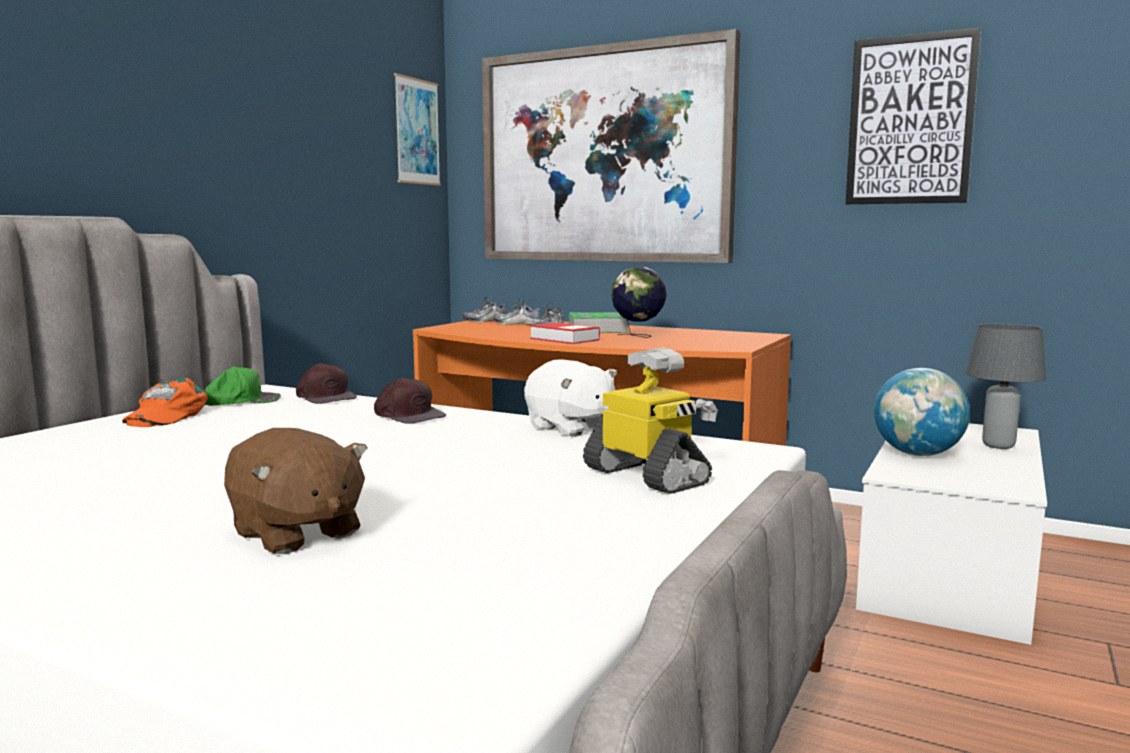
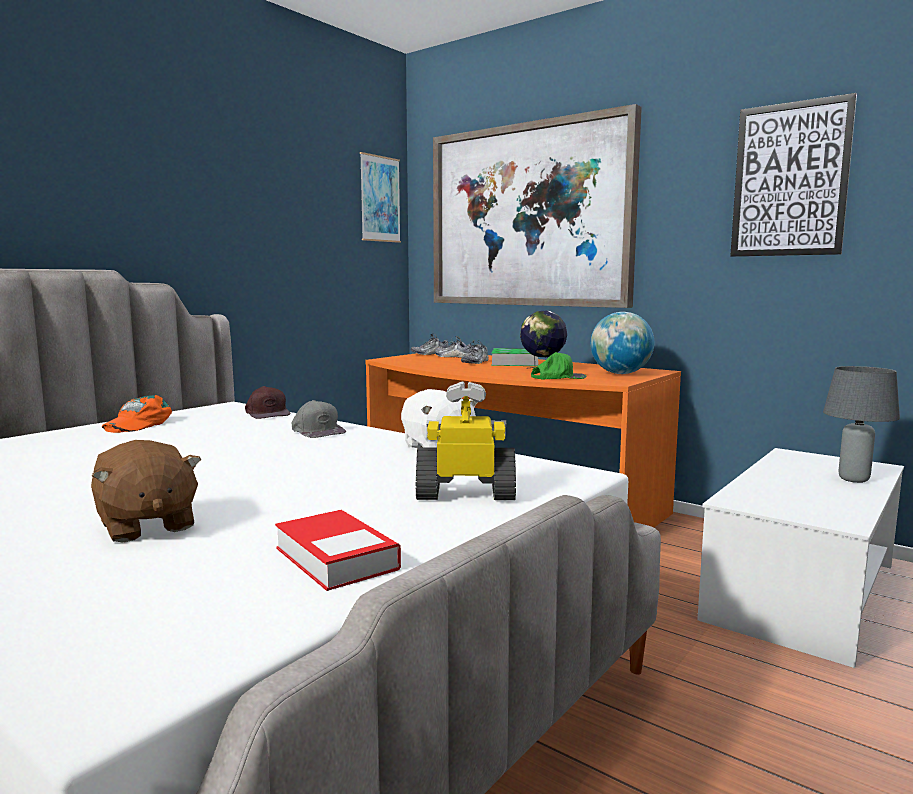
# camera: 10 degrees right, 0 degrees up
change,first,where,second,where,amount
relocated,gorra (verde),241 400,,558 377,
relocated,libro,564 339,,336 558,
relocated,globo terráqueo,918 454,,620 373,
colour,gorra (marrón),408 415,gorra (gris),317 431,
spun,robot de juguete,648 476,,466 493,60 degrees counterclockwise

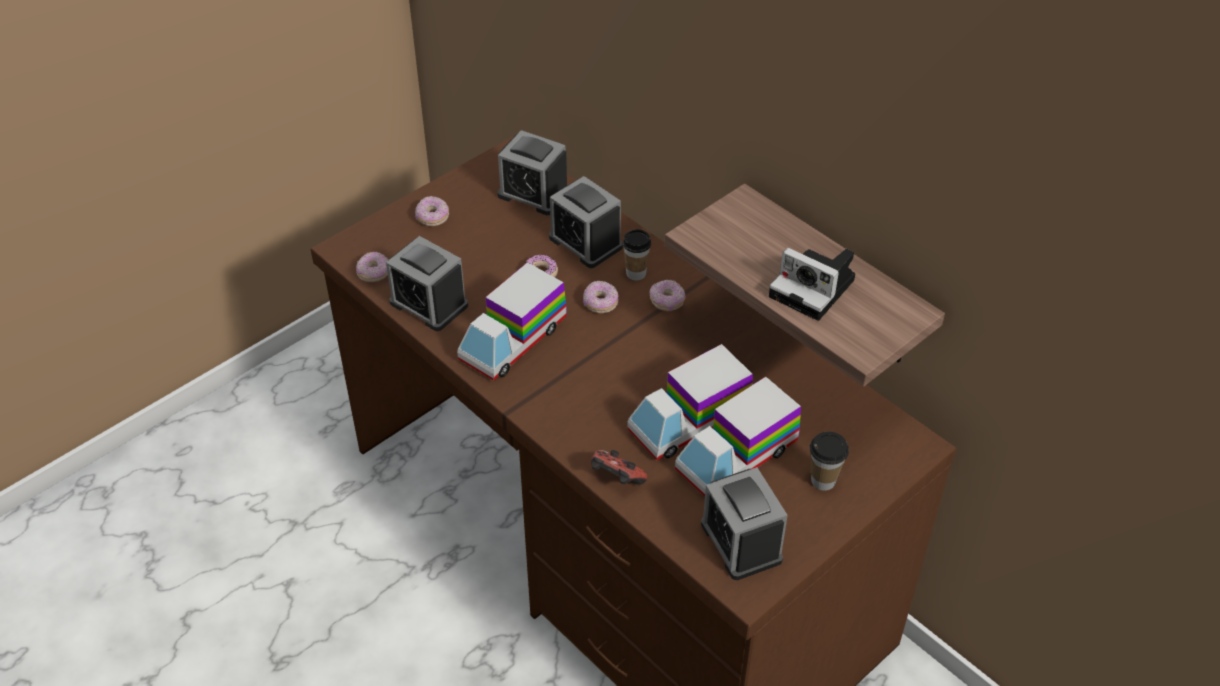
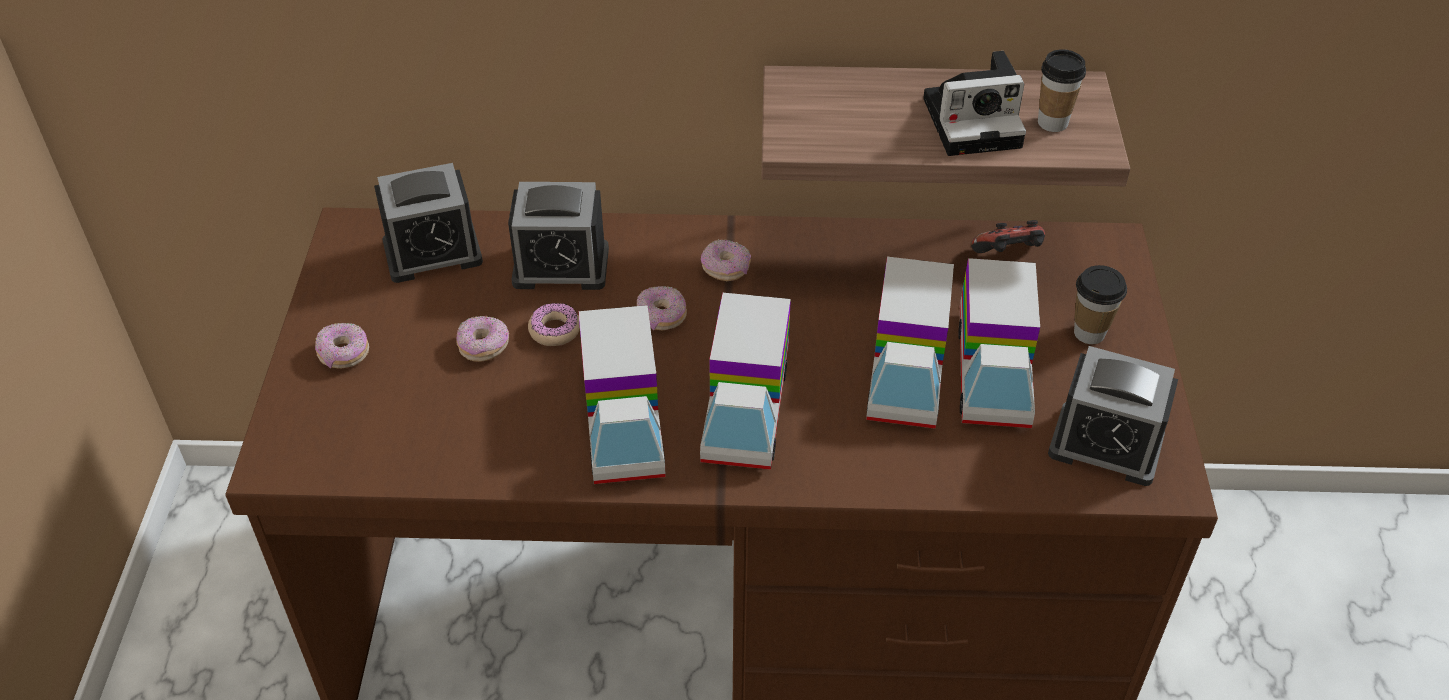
# camera: 45 degrees left, 0 degrees up
change,first,where,second,where,amount
missing,despertador,429 304,,,
appeared,,,camión de juguete,746 407,
relocated,rosquilla,374 273,,484 347,
relocated,mando de consola,616 479,,1008 256,
relocated,taza,636 273,,1052 123,

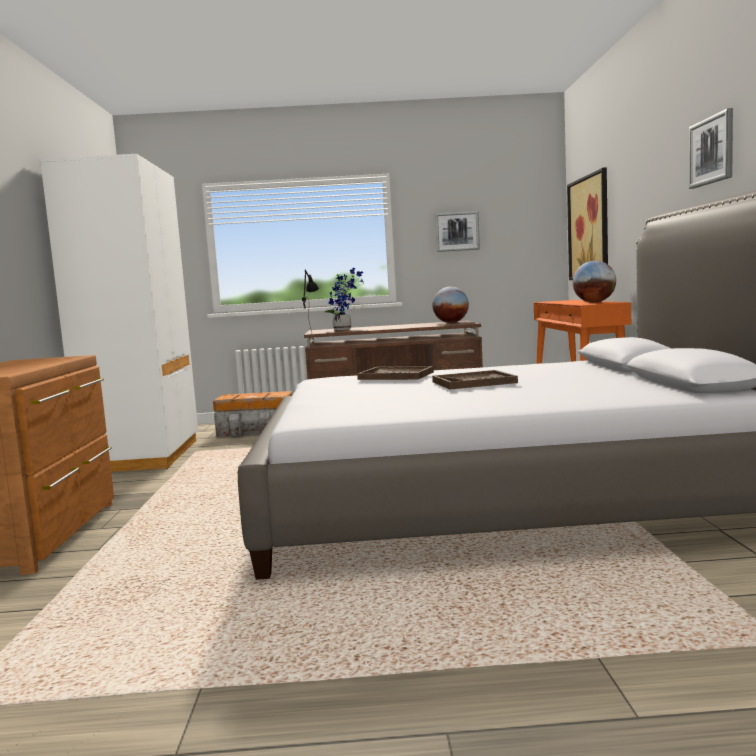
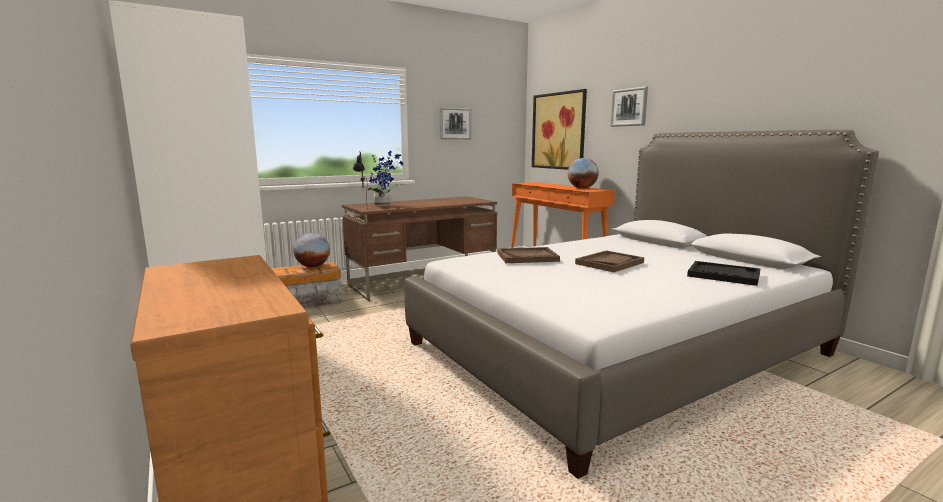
# camera: 30 degrees left, 5 degrees up
change,first,where,second,where,amount
appeared,,,bandeja (negro),723 275,
relocated,globo terráqueo,451 322,,313 266,
relocated,cuadro,712 150,,629 107,

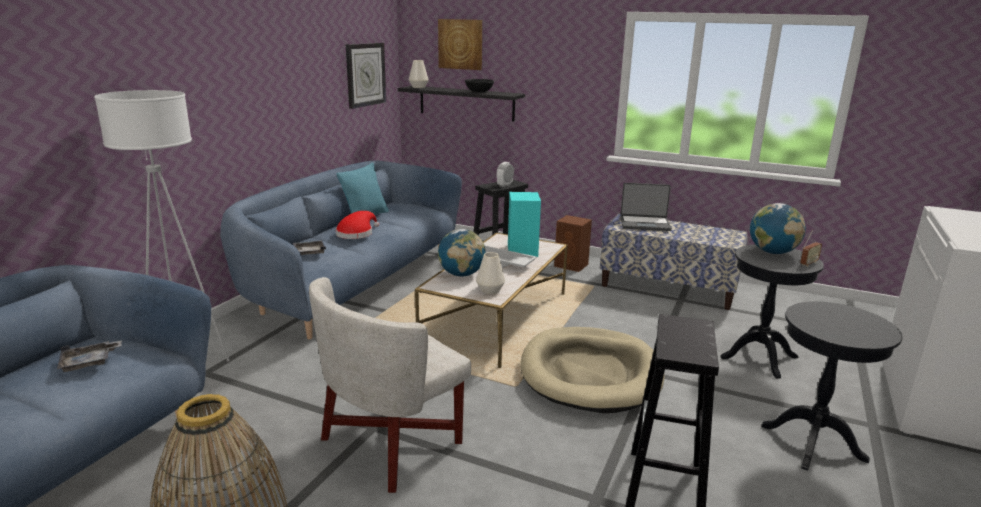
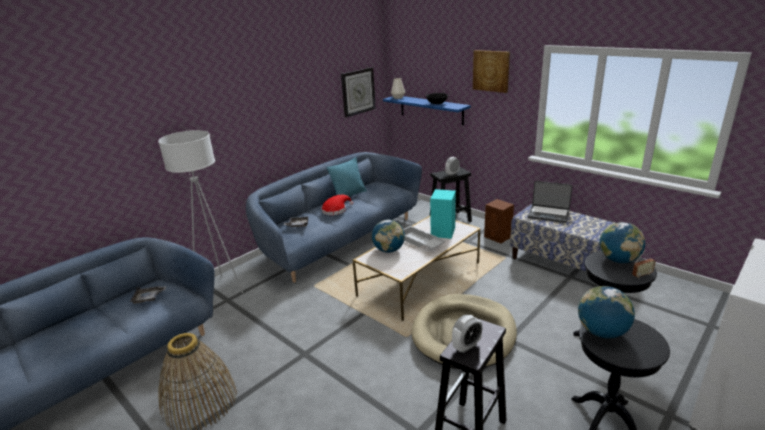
# camera: 20 degrees right, 5 degrees up
change,first,where,second,where,amount
missing,sillón (blanco),391 442,,,
missing,florero (blanco),490 290,,,
appeared,,,despertador,466 346,
appeared,,,globo terráqueo,601 332,
relocated,cuadro,460 44,,491 71,
colour,estante (negro),466 103,estante (azul),431 109,

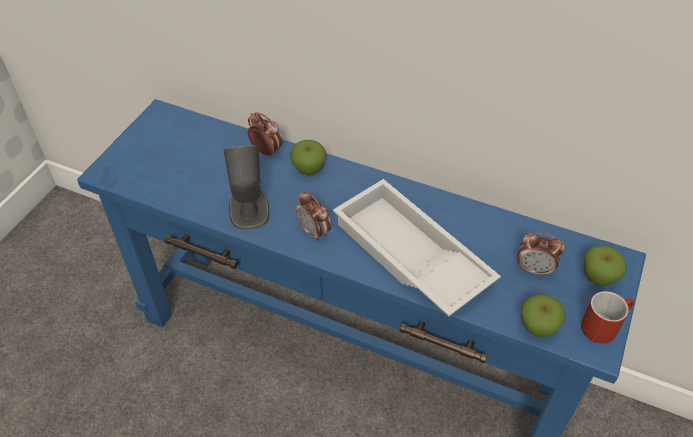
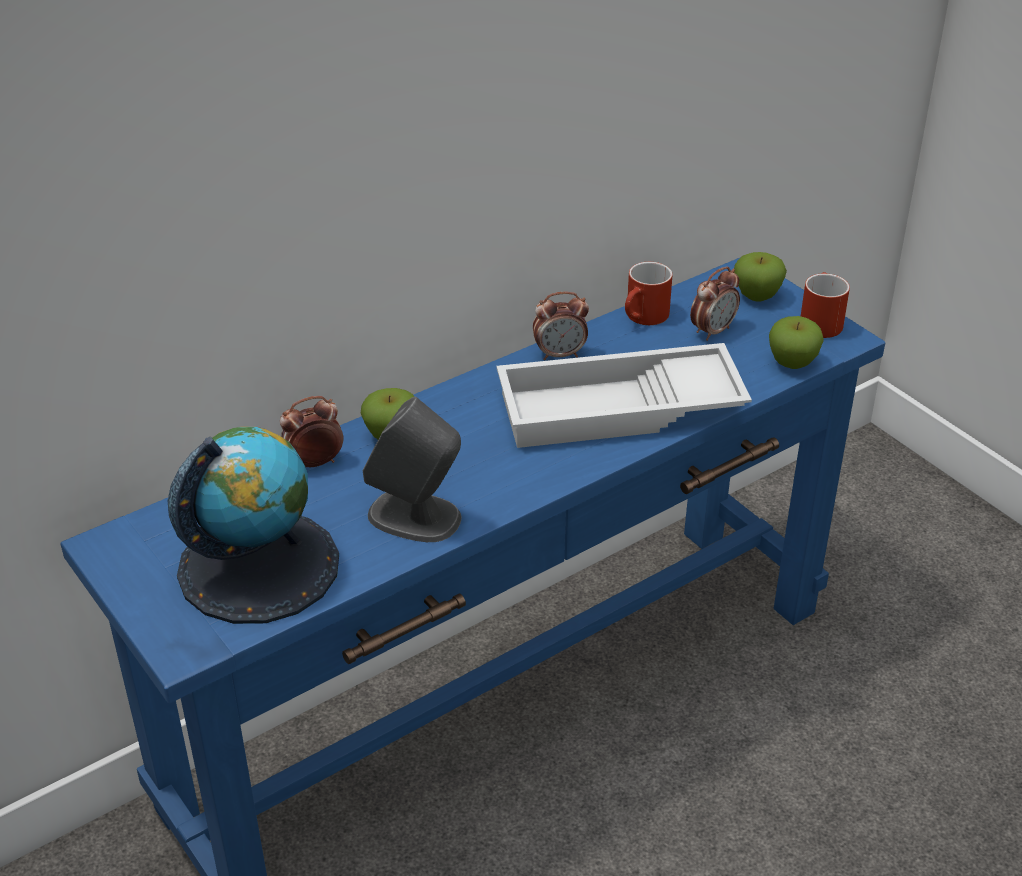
# camera: 60 degrees left, 10 degrees down
change,first,where,second,where,amount
appeared,,,globo terráqueo,258 566,
appeared,,,taza grande (rojo),644 318,
relocated,despertador,314 232,,560 354,

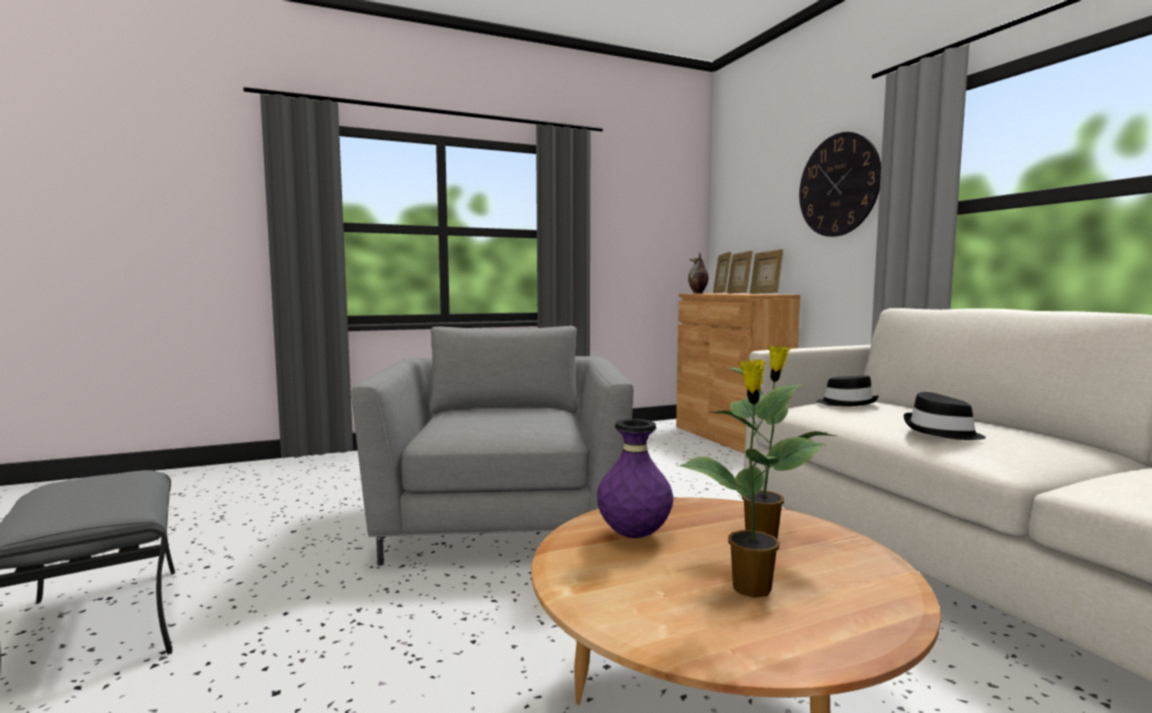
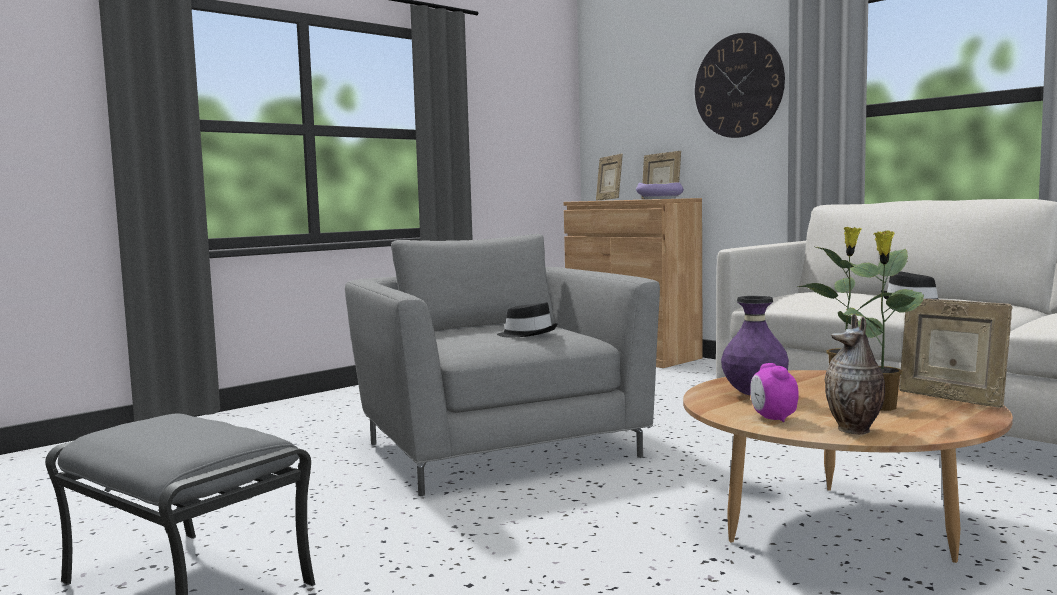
# camera: 20 degrees left, 0 degrees up
change,first,where,second,where,amount
appeared,,,cuenco (morado),659 198,
appeared,,,despertador,773 418,
relocated,florero,698 293,,855 430,
relocated,portarretratos,738 293,,950 399,
relocated,sombrero (negro),847 403,,528 334,

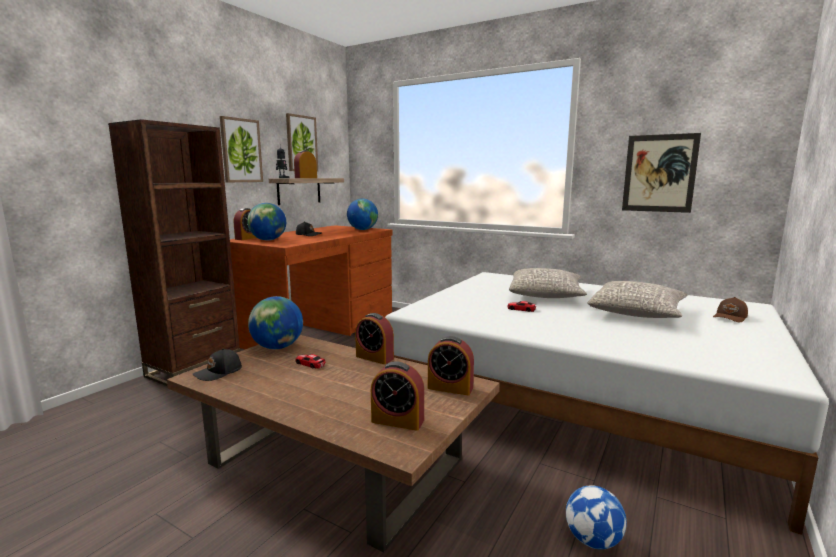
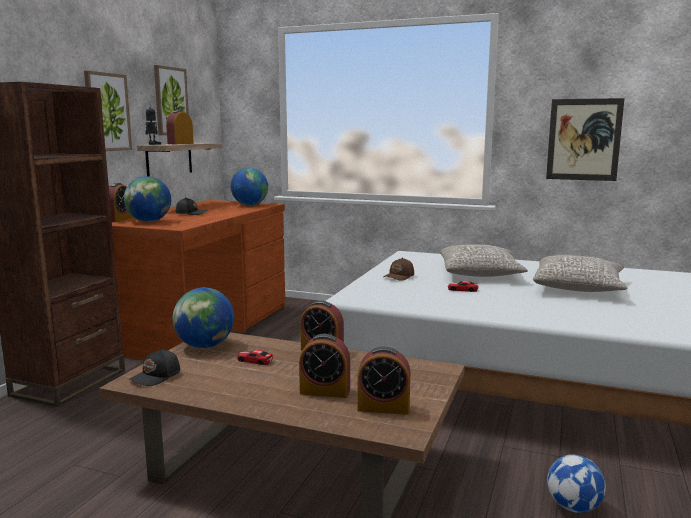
# camera: 10 degrees left, 0 degrees up
change,first,where,second,where,amount
relocated,despertador,450 388,,325 391,
relocated,gorra (marrón),730 317,,399 277,

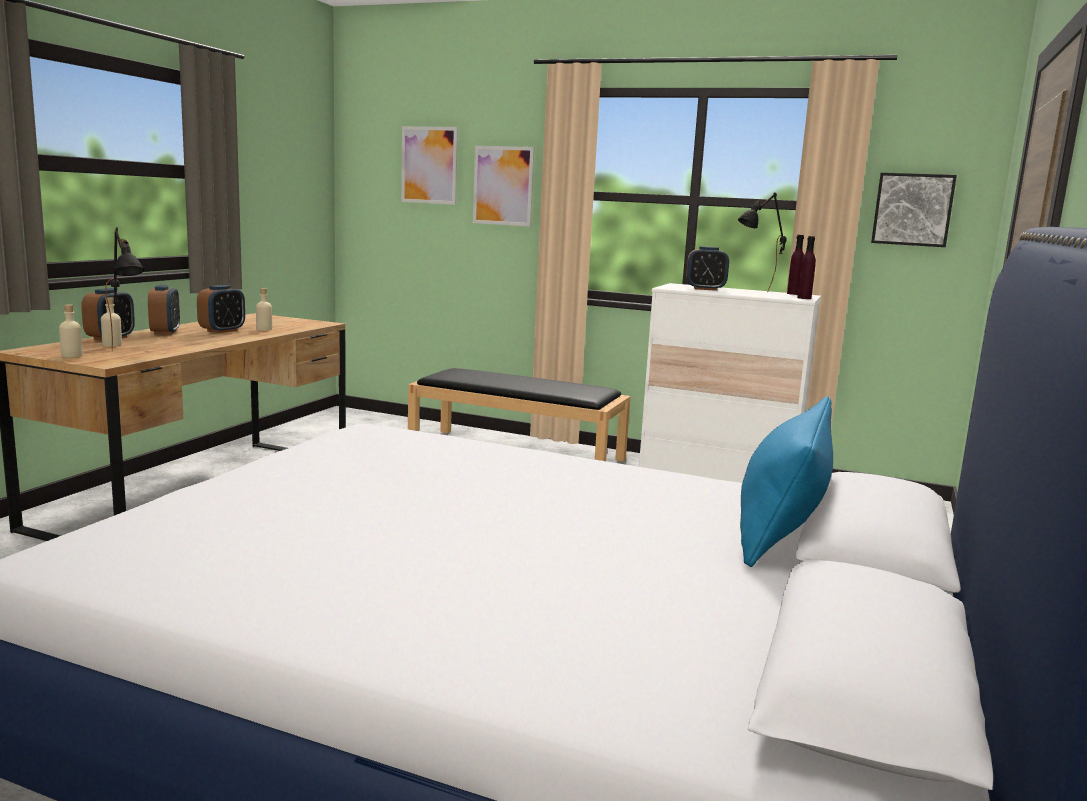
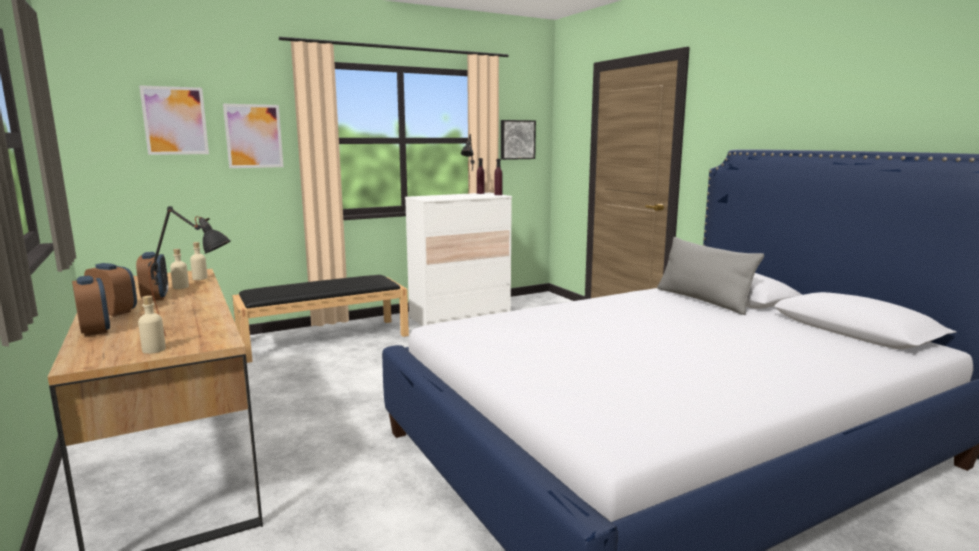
# camera: 50 degrees left, 0 degrees up
change,first,where,second,where,amount
missing,despertador,705 289,,,
relocated,botella (beis),112 345,,200 278,
colour,cojín (azul),781 528,cojín (gris),702 300,

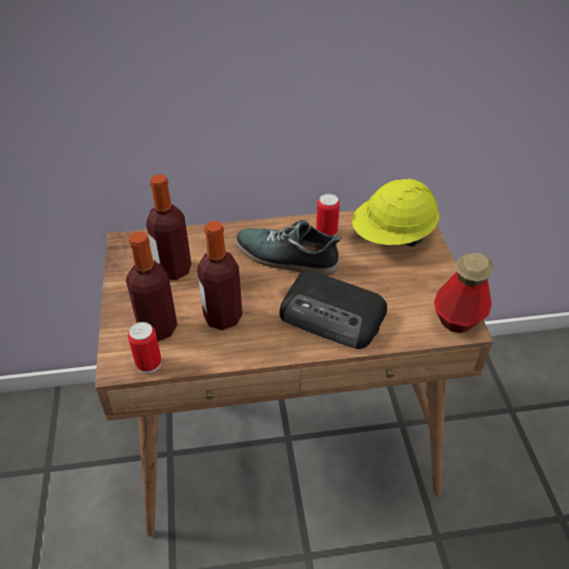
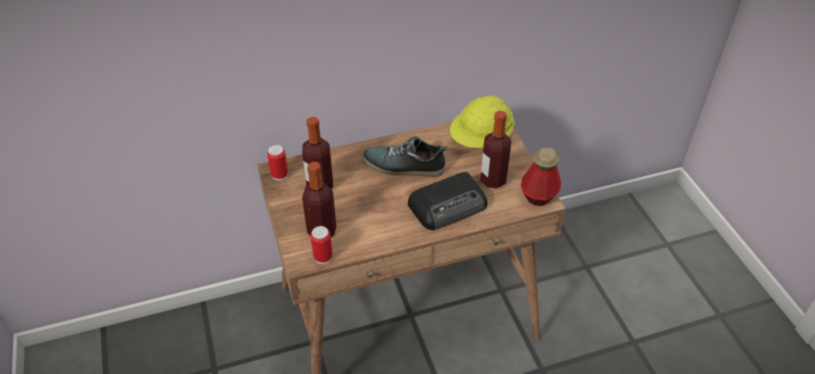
# camera: 10 degrees left, 0 degrees up
change,first,where,second,where,amount
relocated,botella,223 317,,493 180,
relocated,lata,326 232,,279 174,
spun,radio,333 316,,449 205,45 degrees counterclockwise

